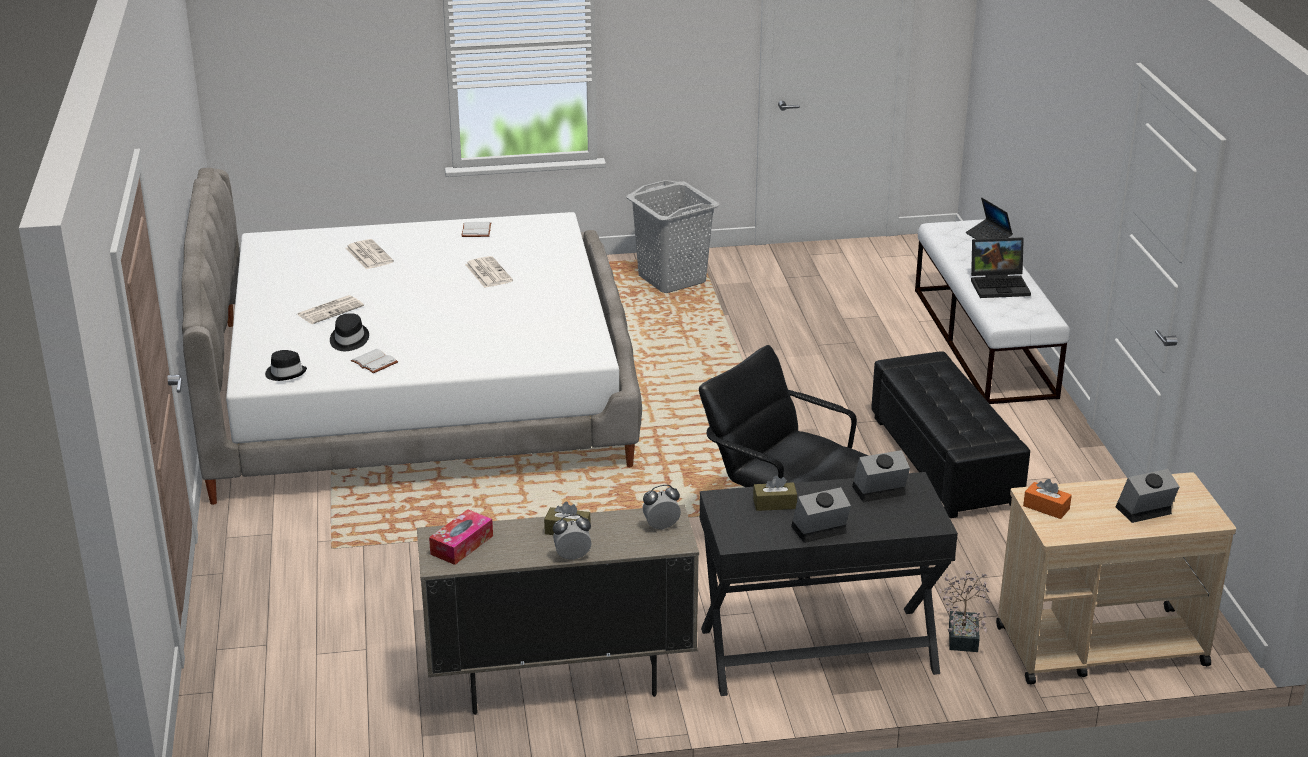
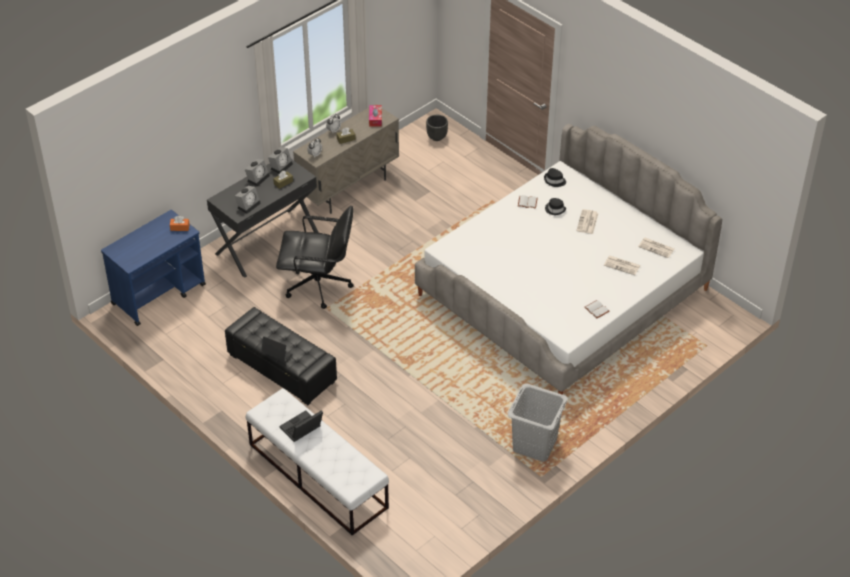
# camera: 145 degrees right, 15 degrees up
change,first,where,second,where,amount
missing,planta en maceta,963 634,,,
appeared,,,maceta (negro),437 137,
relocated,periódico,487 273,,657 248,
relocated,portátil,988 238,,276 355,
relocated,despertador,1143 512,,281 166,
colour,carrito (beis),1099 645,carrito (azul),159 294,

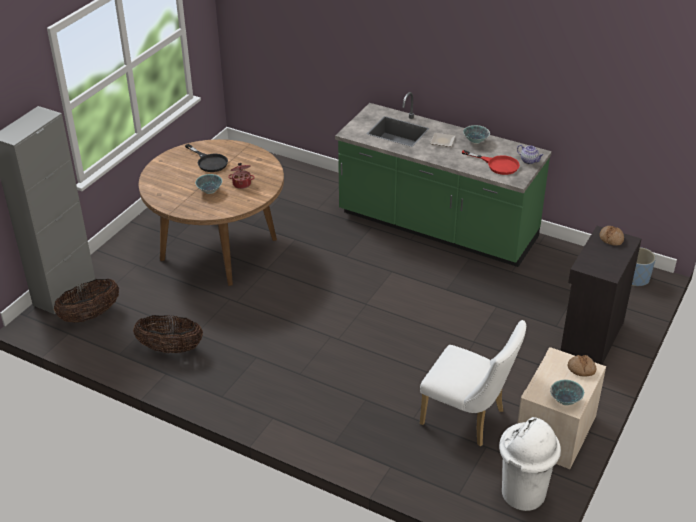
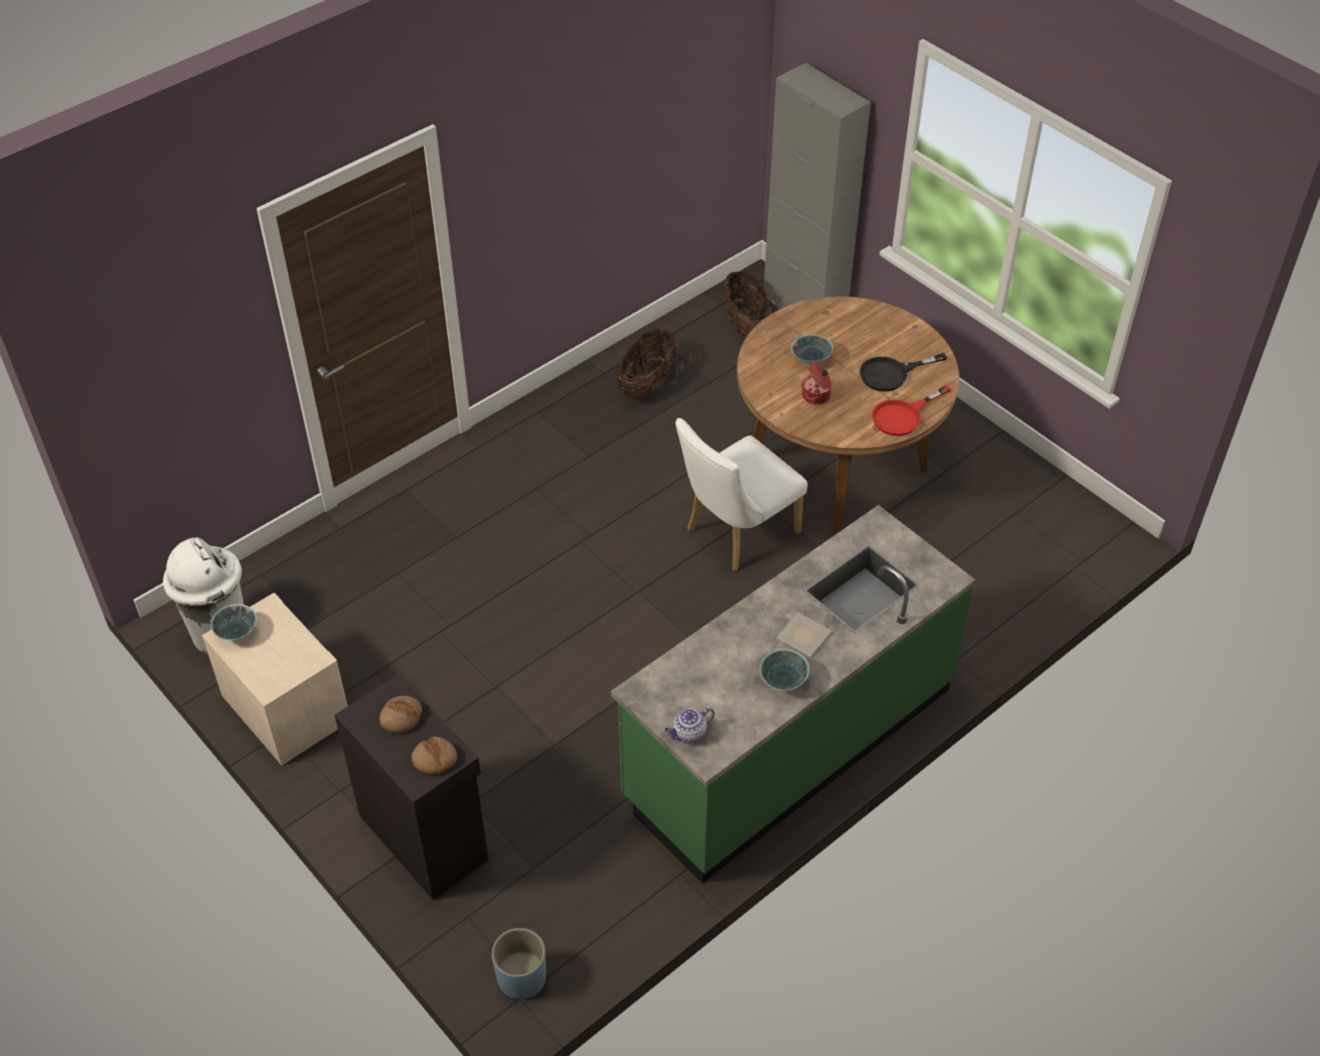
# camera: 110 degrees right, 10 degrees up
change,first,where,second,where,amount
relocated,silla (blanco),468 419,,735 534,
relocated,sartén (rojo),497 164,,903 416,
relocated,pan,581 369,,401 717,

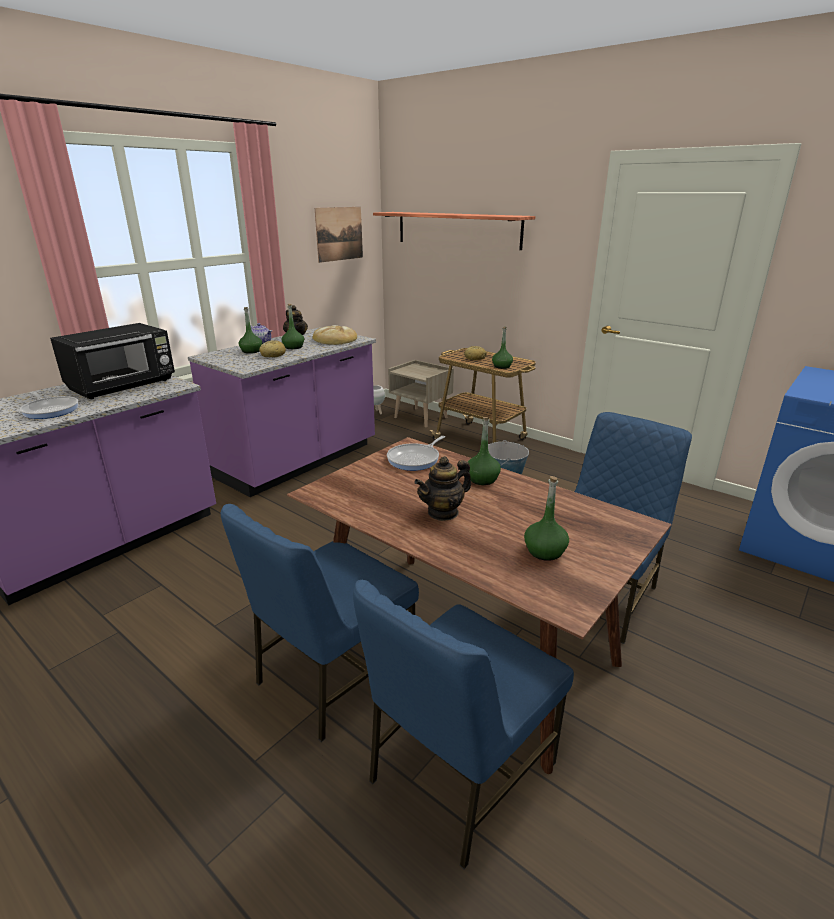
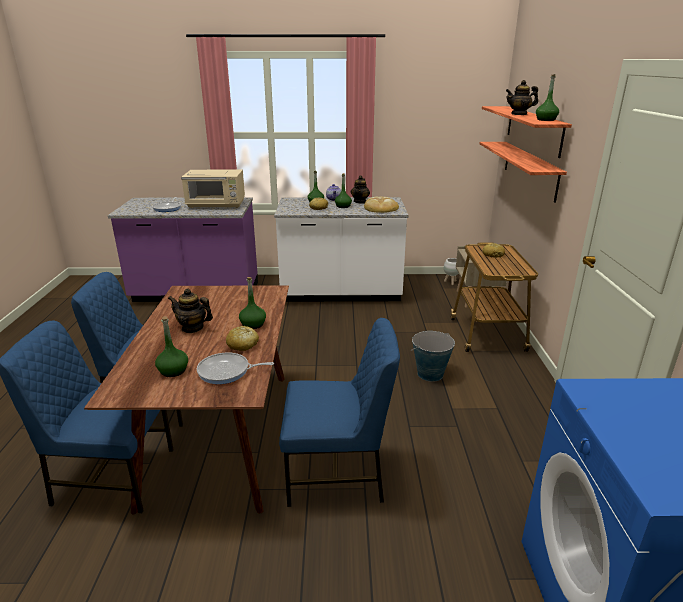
# camera: 50 degrees right, 0 degrees up
change,first,where,second,where,amount
missing,cuadro,339 234,,,
appeared,,,pan,242 344,
appeared,,,estante,529 169,
appeared,,,tetera,519 114,
relocated,sartén,415 459,,227 371,
relocated,botella (verde),501 366,,545 120,
colour,microondas (negro),123 385,microondas (beis),217 205,
colour,mueble bajo de cocina (morado),298 461,mueble bajo de cocina (blanco),341 293,

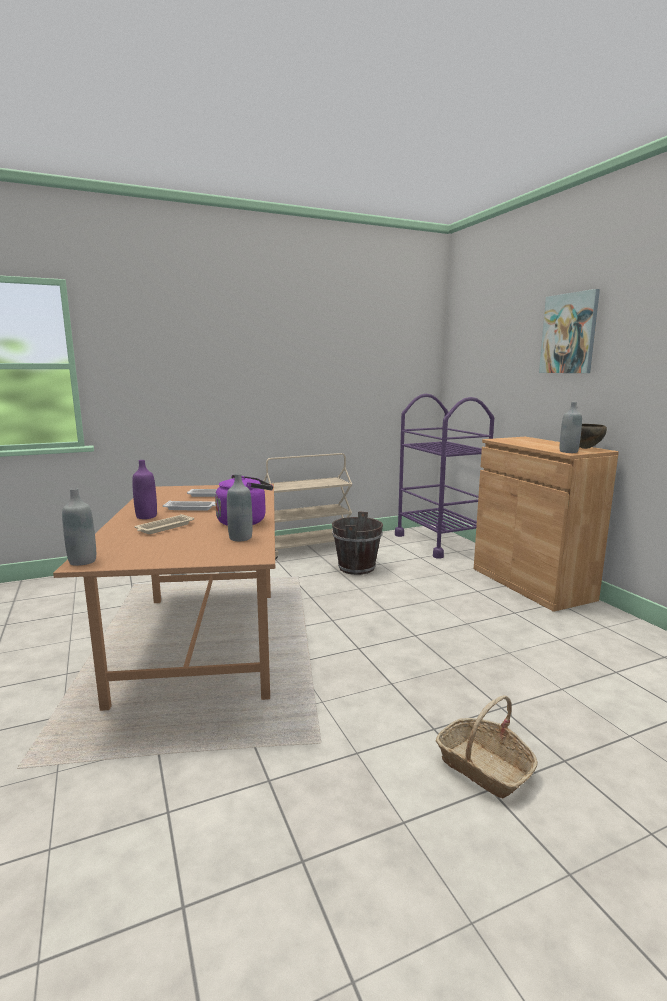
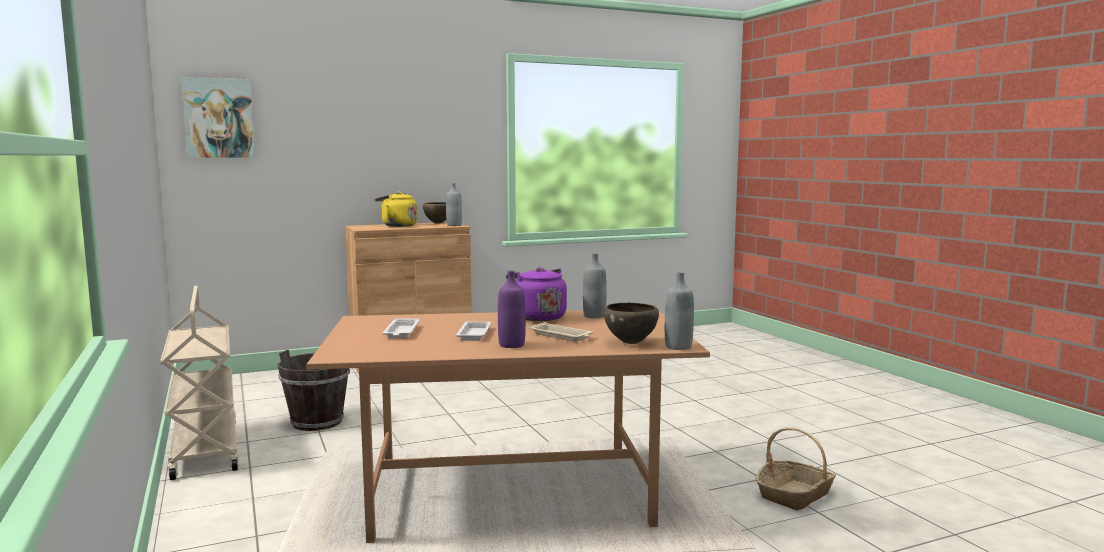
# camera: 90 degrees left, 5 degrees down
change,first,where,second,where,amount
missing,carrito (morado),439 542,,,
appeared,,,hervidor (amarillo),397 225,
appeared,,,cuenco (marrón),631 343,
relocated,cesta,484 767,,795 494,
relocated,cuadro,569 333,,219 118,

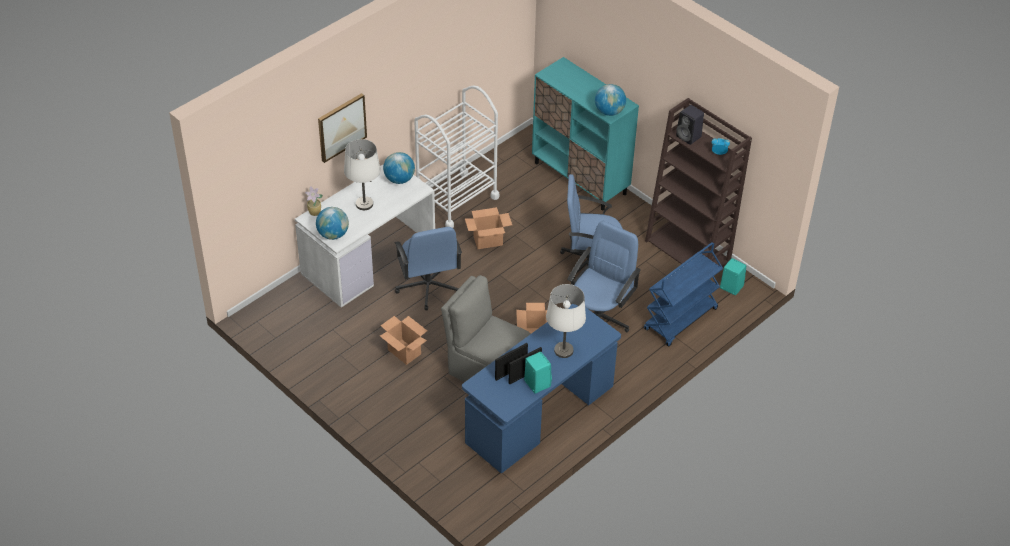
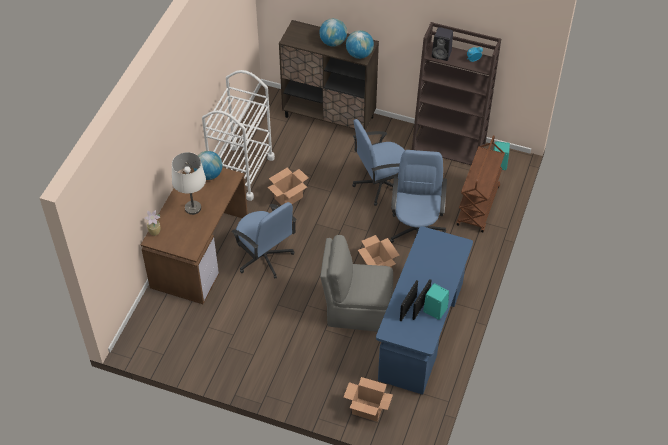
# camera: 25 degrees left, 5 degrees up
change,first,where,second,where,amount
missing,cuadro,341 127,,,
missing,lámpara de mesa (blanco),563 351,,,
relocated,globo terráqueo,333 234,,333 42,
relocated,caja de cartón,404 352,,367 410,
colour,escritorio (blanco),368 258,escritorio (marrón),199 251,
colour,armario (turquesa),580 178,armario (marrón),329 117,
colour,carrito (azul),680 320,carrito (marrón),478 206,

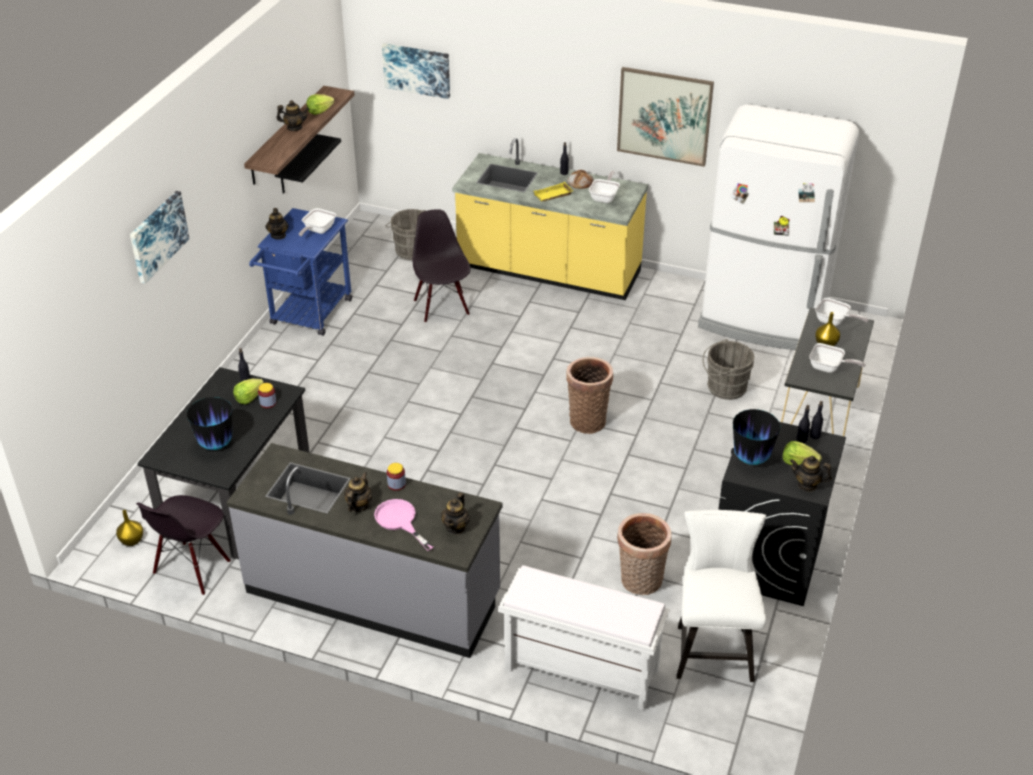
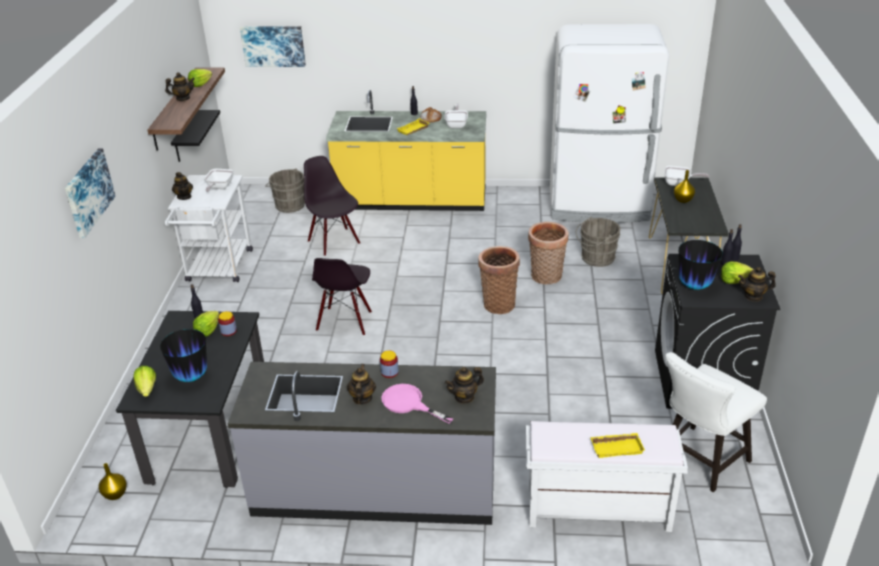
# camera: 15 degrees left, 5 degrees down
change,first,where,second,where,amount
missing,cuadro,664 116,,,
missing,sartén,829 368,,,
appeared,,,lechuga,147 389,
appeared,,,bandeja (amarillo),617 447,
relocated,silla (negro),192 568,,345 321,
relocated,cesta,640 582,,546 277,
colour,carrito (azul),308 316,carrito (blanco),218 269,
spun,tetera,456 527,,464 397,60 degrees clockwise
spun,silla (blanco),712 647,,700 462,120 degrees counterclockwise

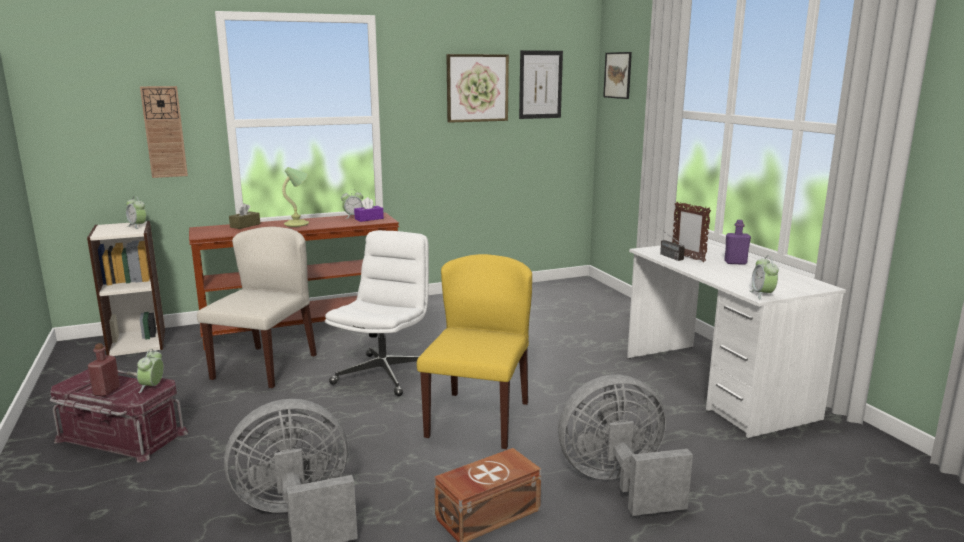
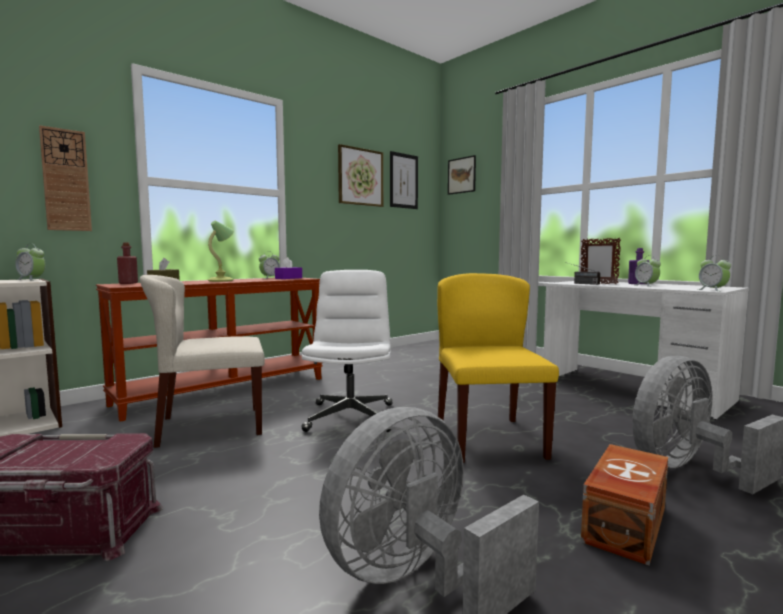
# camera: 20 degrees left, 10 degrees down
change,first,where,second,where,amount
relocated,botella (rojo),106 391,,128 283,
relocated,despertador,152 387,,646 285,
spun,silla (beis),265 366,,210 426,105 degrees counterclockwise

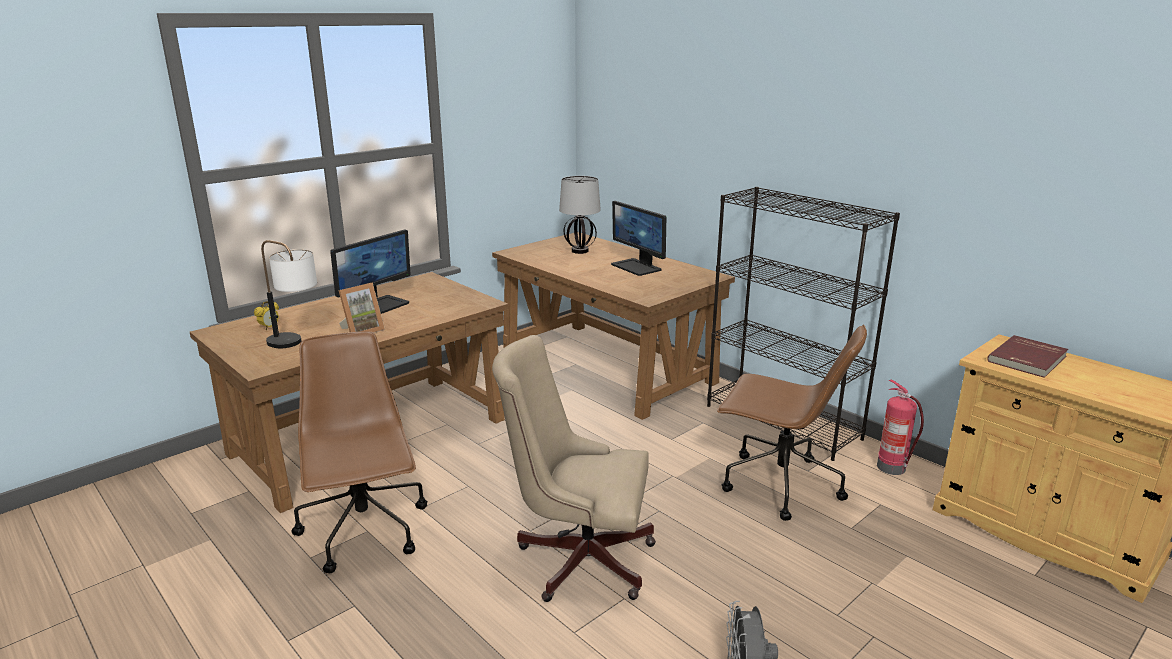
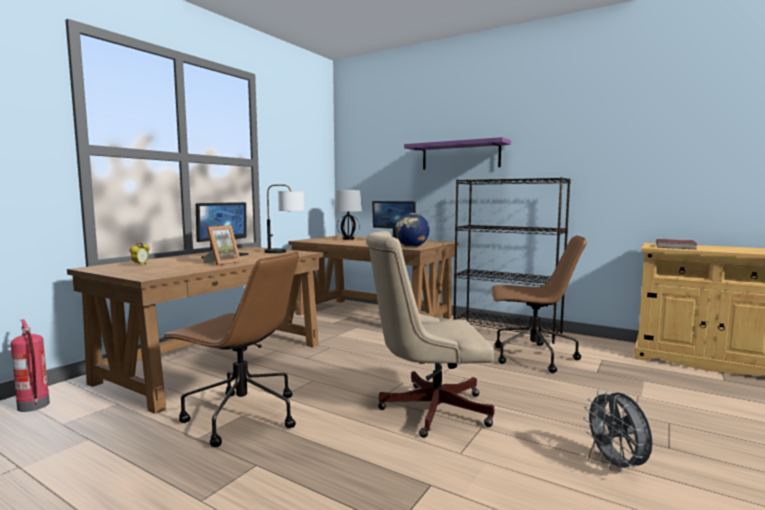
# camera: 15 degrees left, 15 degrees down
change,first,where,second,where,amount
appeared,,,globo terráqueo,412 247,
appeared,,,estante (morado),460 156,
relocated,lámpara de mesa,296 345,,285 252,
relocated,extintor,892 468,,34 406,
spun,silla de oficina (marrón),365 532,,241 416,150 degrees clockwise

